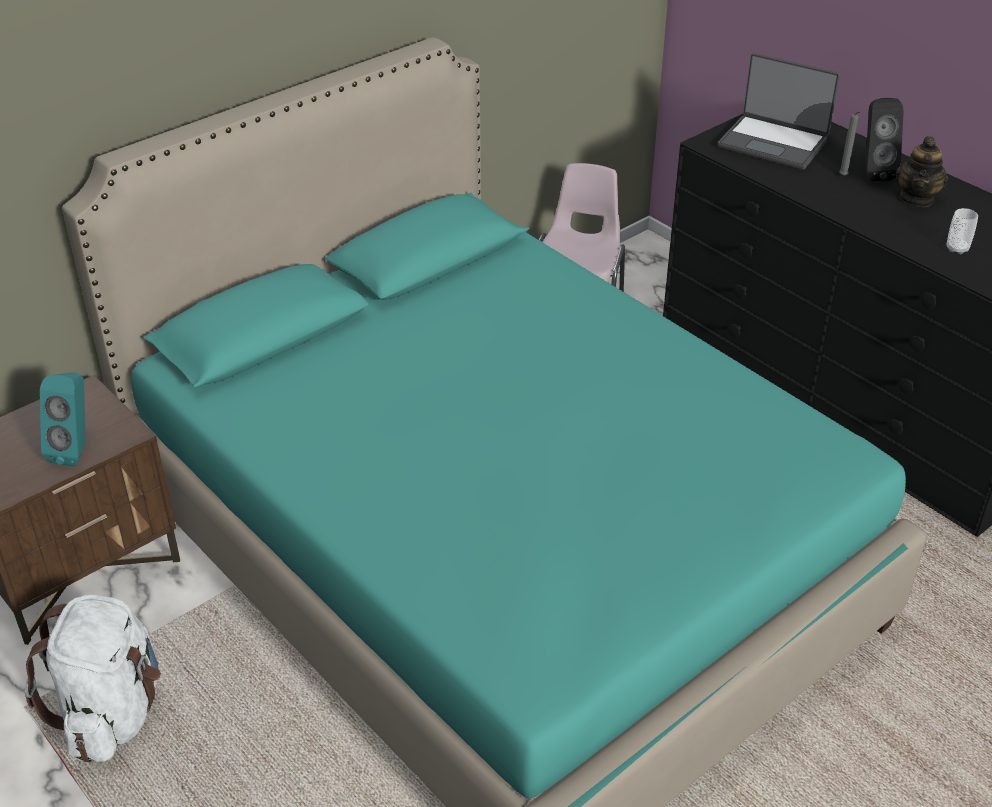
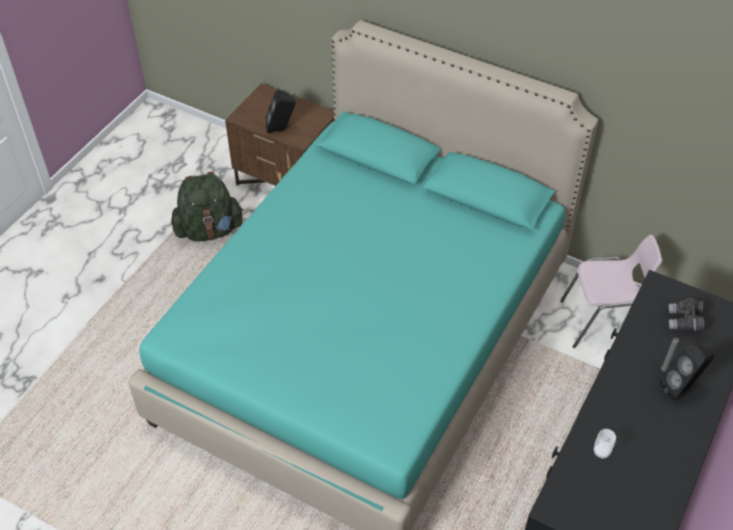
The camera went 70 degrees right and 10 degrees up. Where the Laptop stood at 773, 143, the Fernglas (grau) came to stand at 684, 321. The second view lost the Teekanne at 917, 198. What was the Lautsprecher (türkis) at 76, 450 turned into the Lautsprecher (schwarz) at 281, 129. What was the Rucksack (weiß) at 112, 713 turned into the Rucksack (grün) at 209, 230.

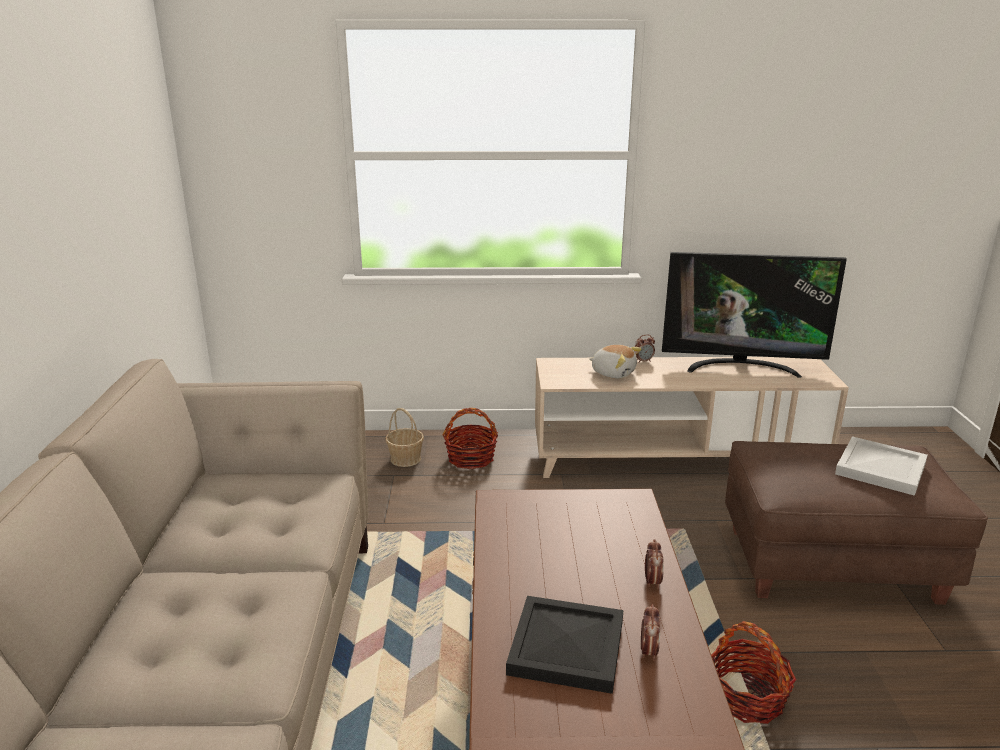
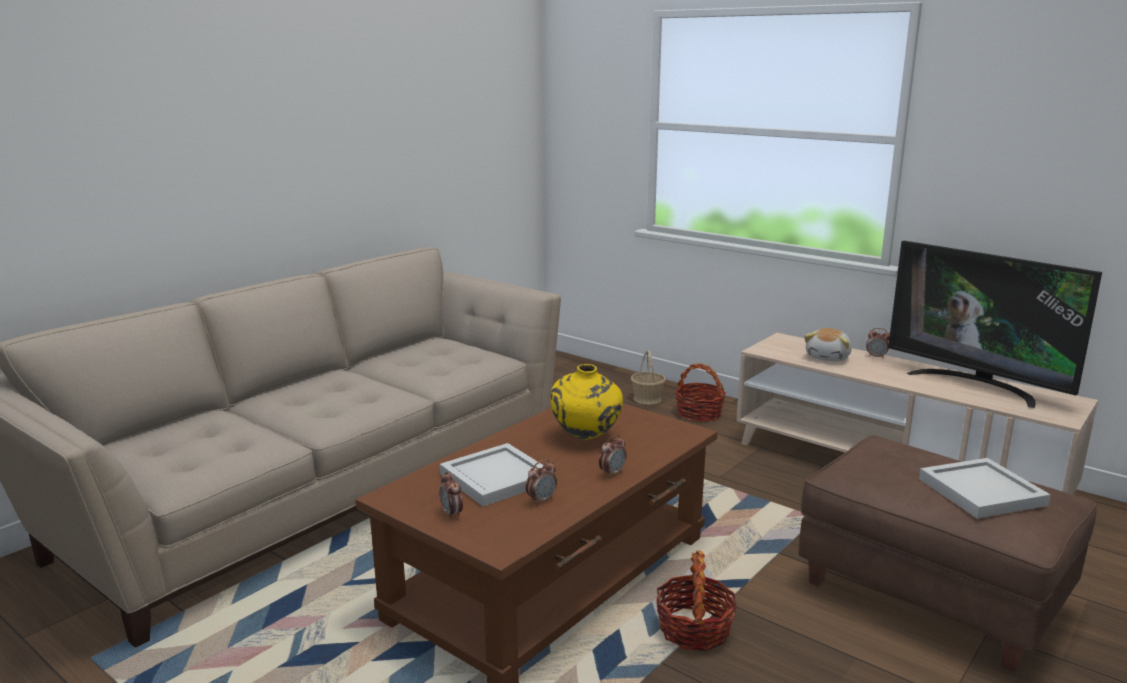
The camera went 40 degrees right and 5 degrees down. The Plüschtier at 613, 373 ended up facing another way, 45 degrees clockwise from before. What was the Tablett (schwarz) at 565, 645 turned into the Tablett (weiß) at 496, 477. The second view gained the Vase (gelb) at 586, 438. The second view gained the Wecker at 452, 514.

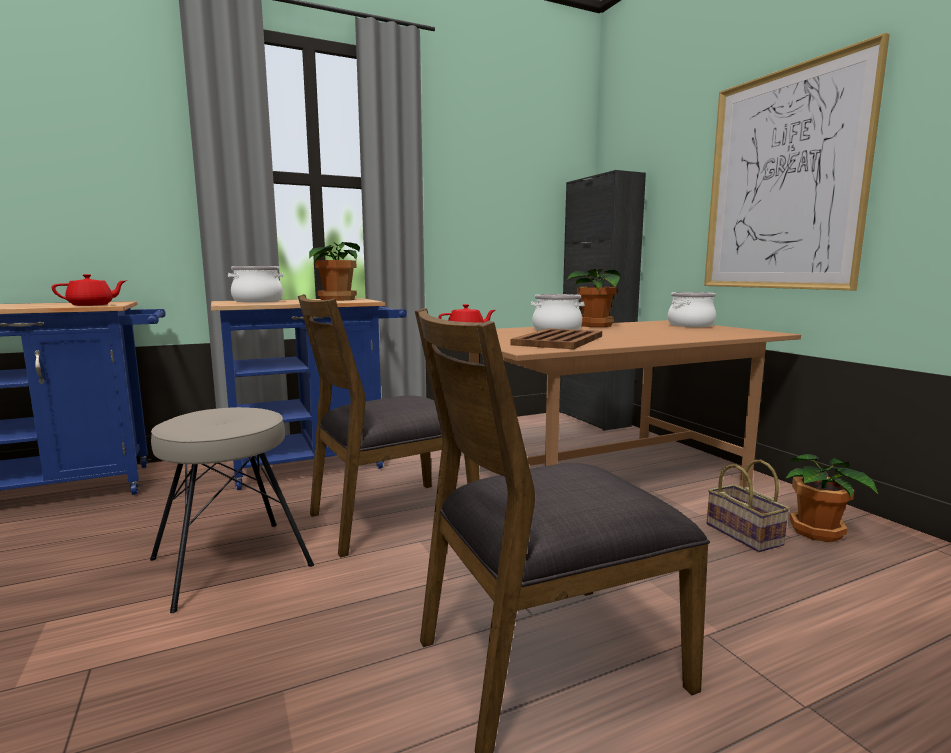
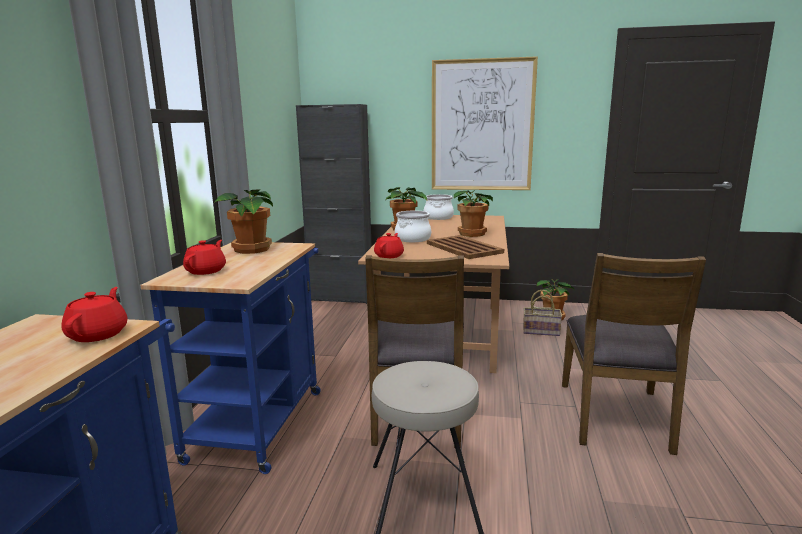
The camera went 55 degrees left and 5 degrees up. Where the Kochtopf stood at 258, 301, the Teekanne (rot) came to stand at 206, 271. The second view gained the Topfpflanze at 473, 234.

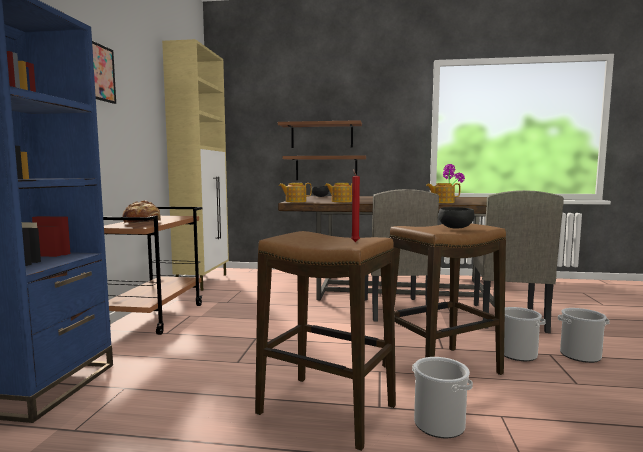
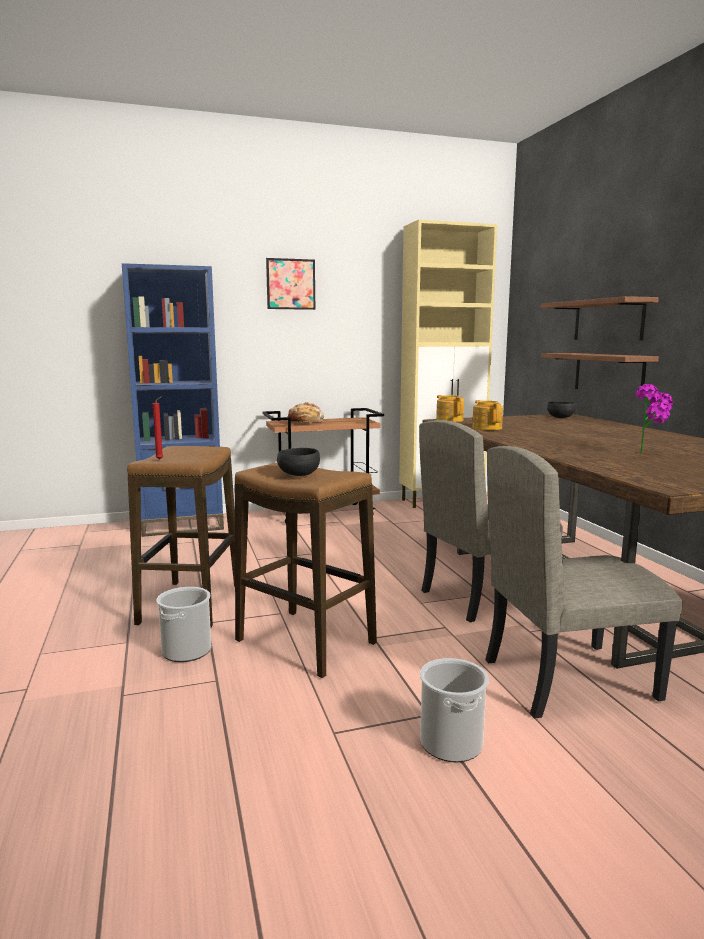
The camera went 65 degrees right and 5 degrees up. The second view lost the Teekanne at 442, 202. The second view lost the Eimer at 517, 354.

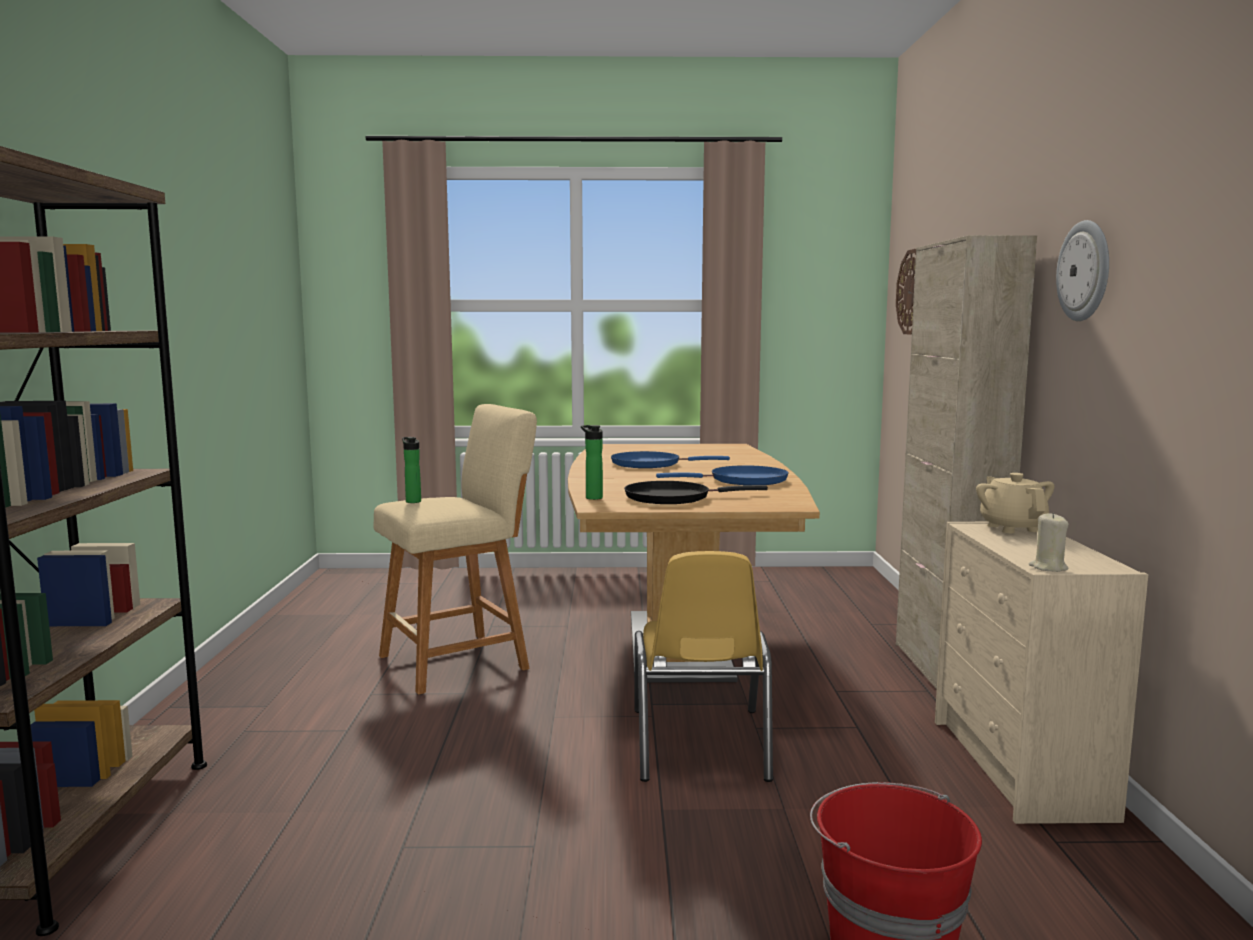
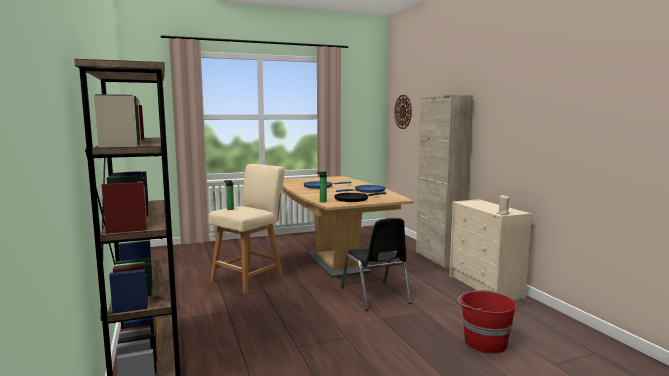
The camera went 20 degrees left and 0 degrees up. The second view lost the Wanduhr at 1085, 271. The second view lost the Teekanne (beige) at 1012, 528. What was the Stuhl (gelb) at 699, 744 turned into the Stuhl (schwarz) at 375, 295.

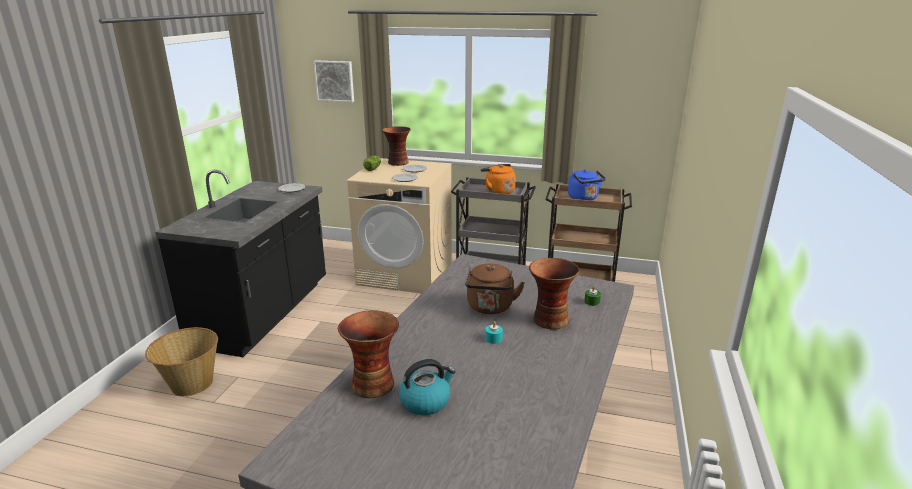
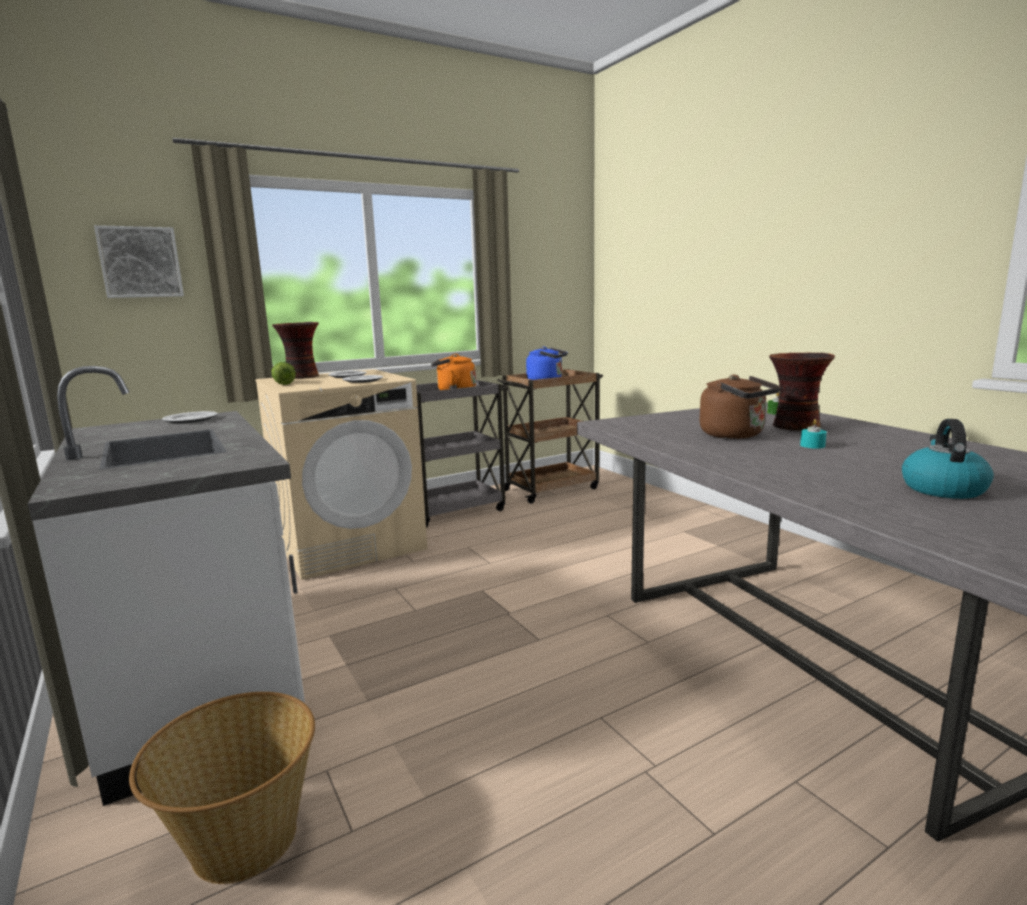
The camera went 45 degrees left and 10 degrees down. What was the Küchenzeile (schwarz) at 264, 314 turned into the Küchenzeile (weiß) at 202, 674. The second view lost the Vase at 372, 383.

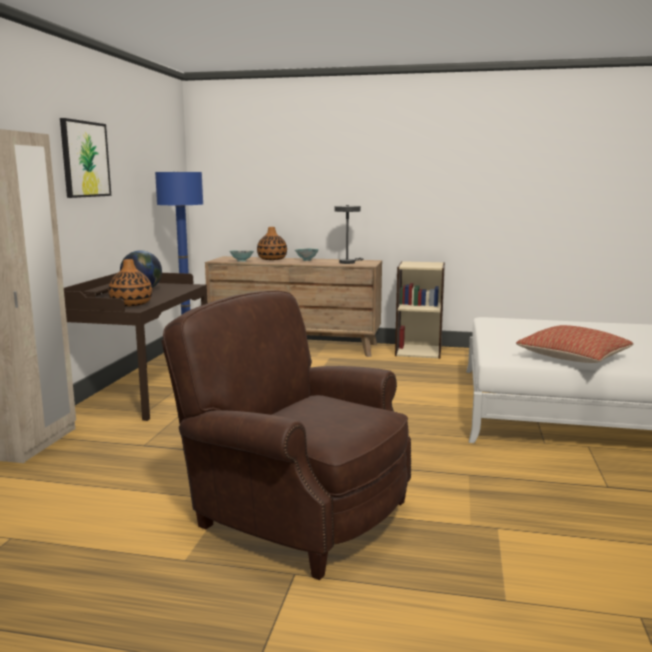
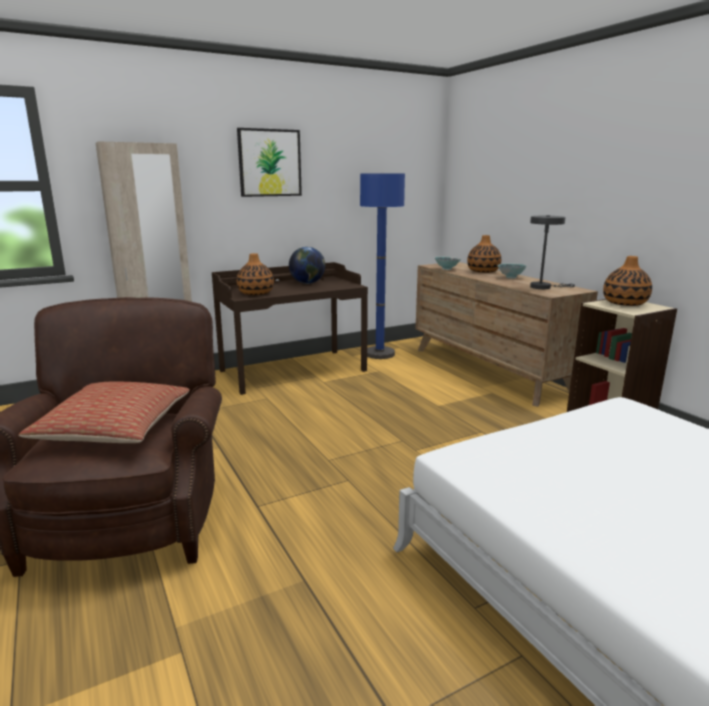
The camera went 50 degrees right and 5 degrees up. The Kissen ended up elsewhere, having gone from 573, 358 to 114, 429. The second view gained the Vase at 624, 303.

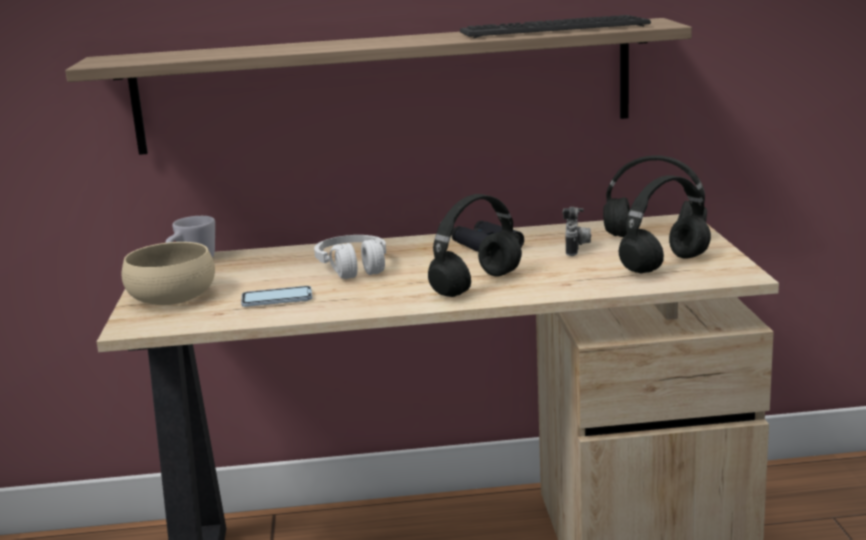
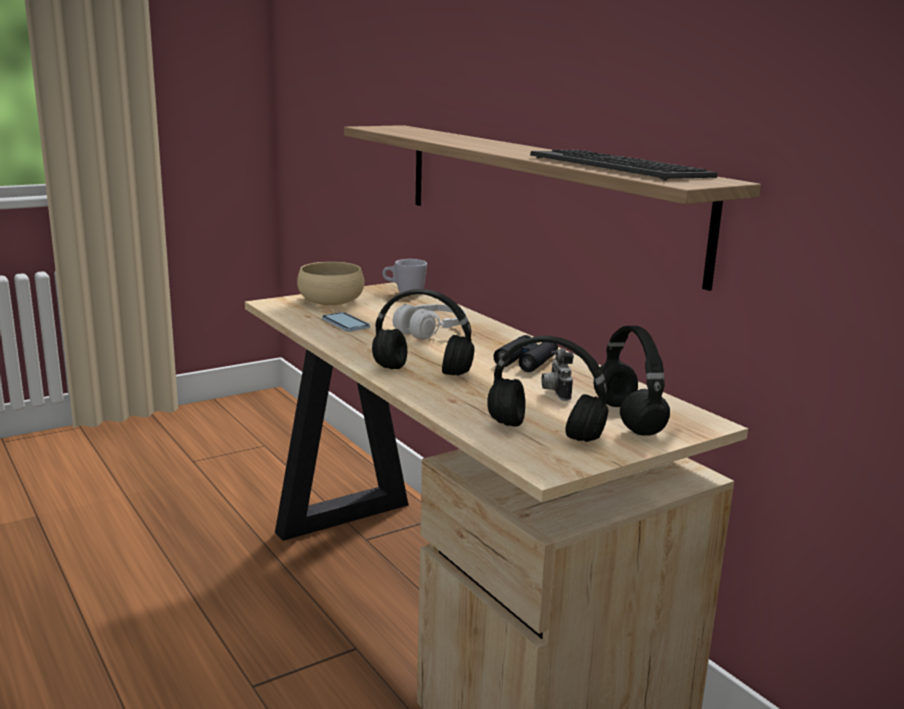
The camera went 60 degrees right and 0 degrees up. The Kamera at 577, 249 ended up facing another way, 105 degrees clockwise from before.

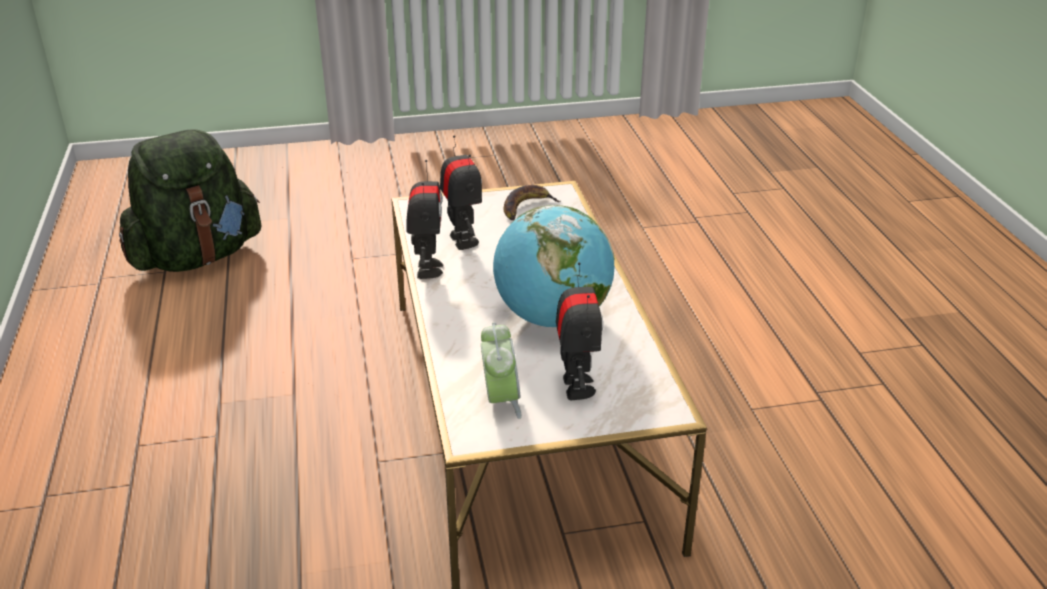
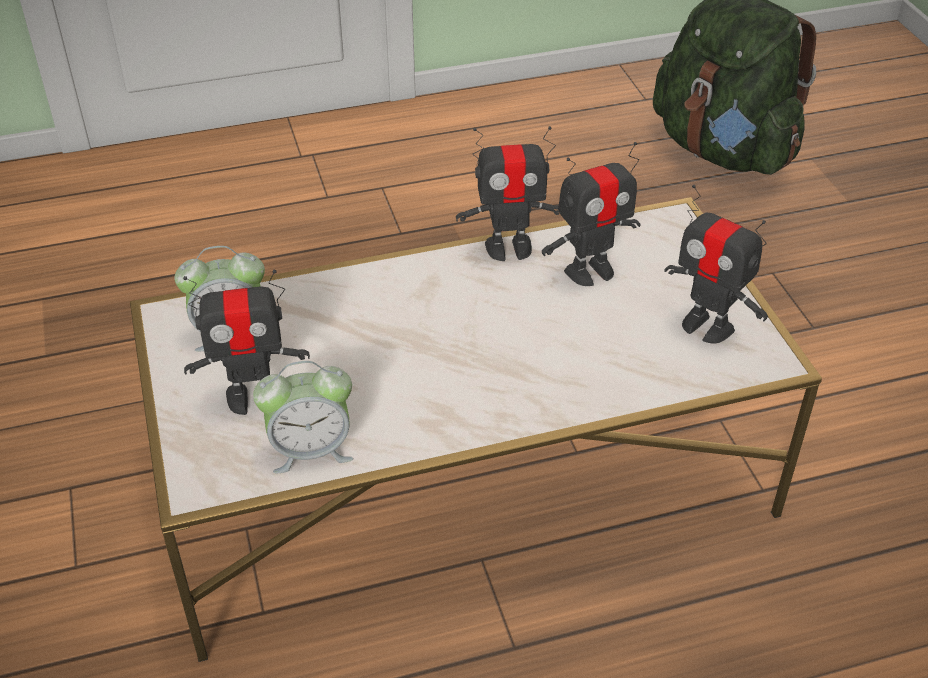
The camera went 85 degrees right and 10 degrees up. Where the Banane stood at 526, 207, the Spielzeugroboter came to stand at 707, 326. The second view lost the Globus at 552, 318. The second view gained the Wecker at 311, 450.

